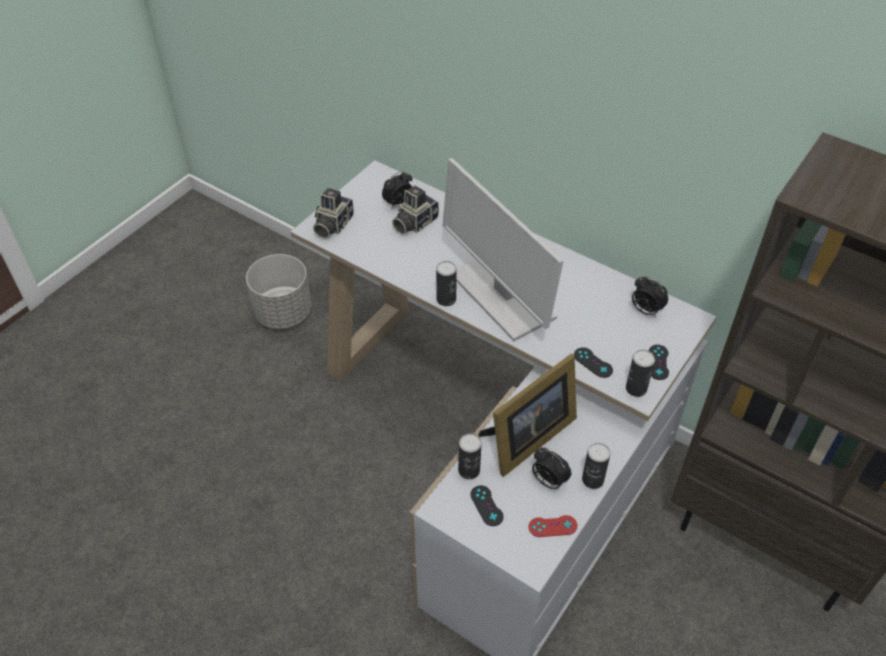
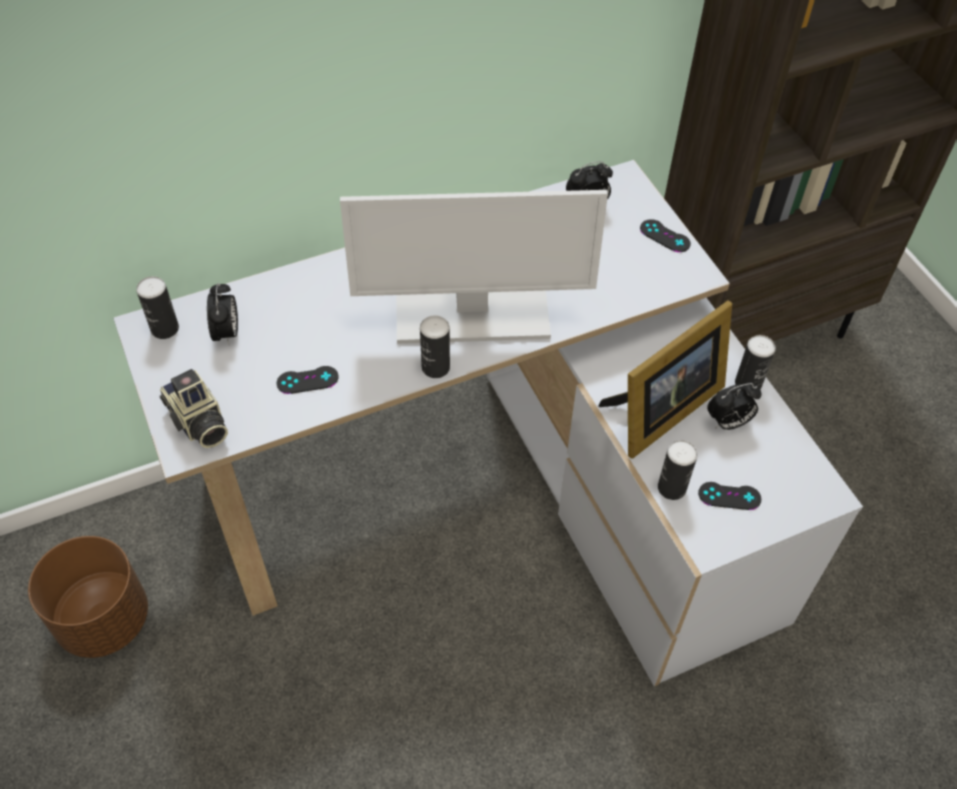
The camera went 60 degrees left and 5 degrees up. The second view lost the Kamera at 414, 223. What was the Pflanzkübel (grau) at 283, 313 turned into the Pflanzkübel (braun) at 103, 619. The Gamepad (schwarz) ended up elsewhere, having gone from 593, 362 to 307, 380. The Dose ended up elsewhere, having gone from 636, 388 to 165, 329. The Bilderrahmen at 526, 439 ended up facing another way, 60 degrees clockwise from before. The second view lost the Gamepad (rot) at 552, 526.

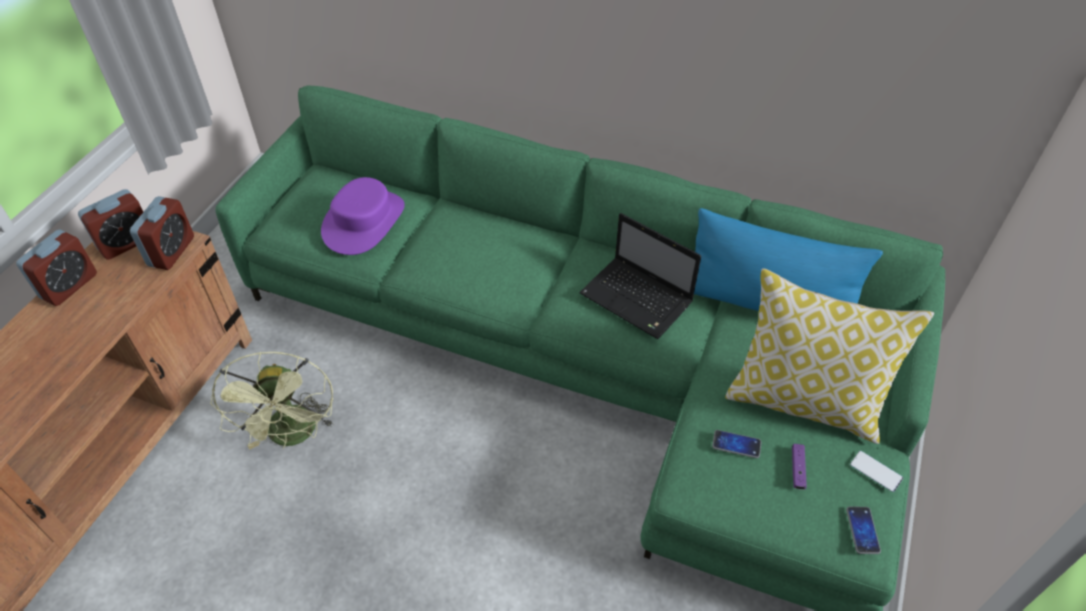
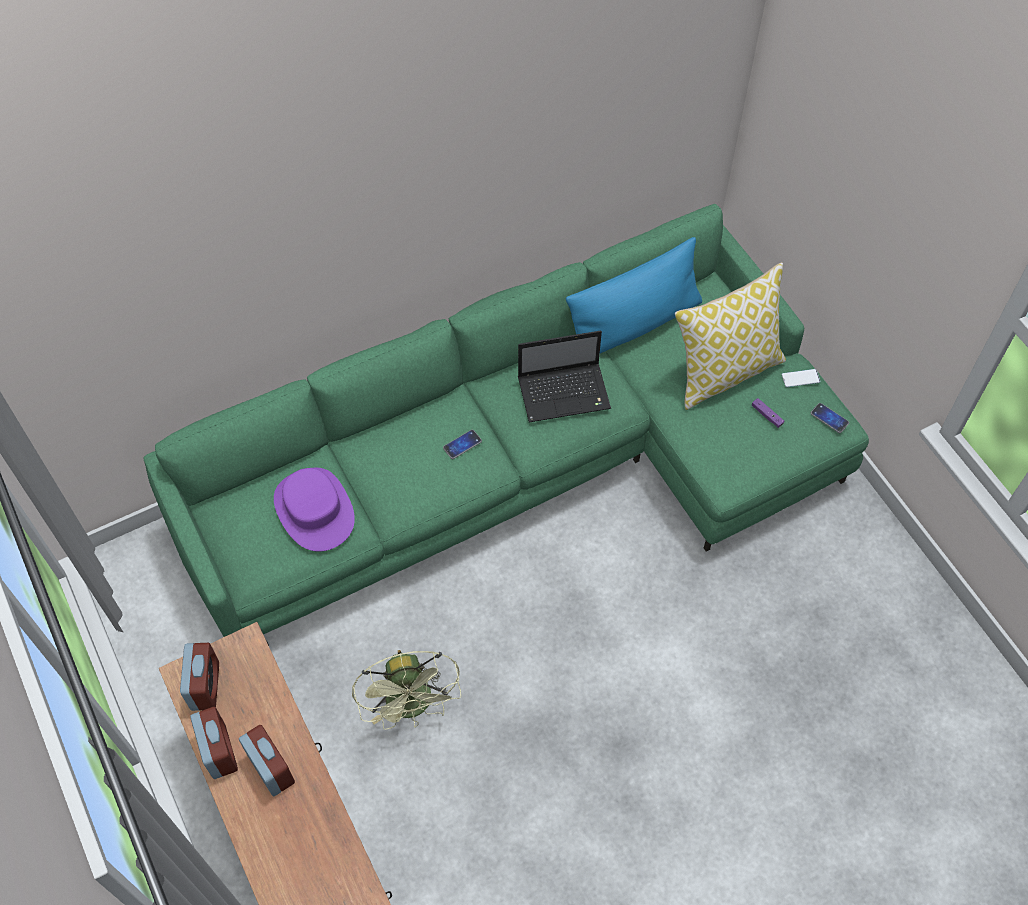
The camera went 50 degrees left and 10 degrees up. The Wecker ended up elsewhere, having gone from 171, 251 to 271, 769. The Ventilator (grün) at 294, 436 ended up facing another way, 45 degrees clockwise from before. The Handy ended up elsewhere, having gone from 736, 444 to 462, 444.

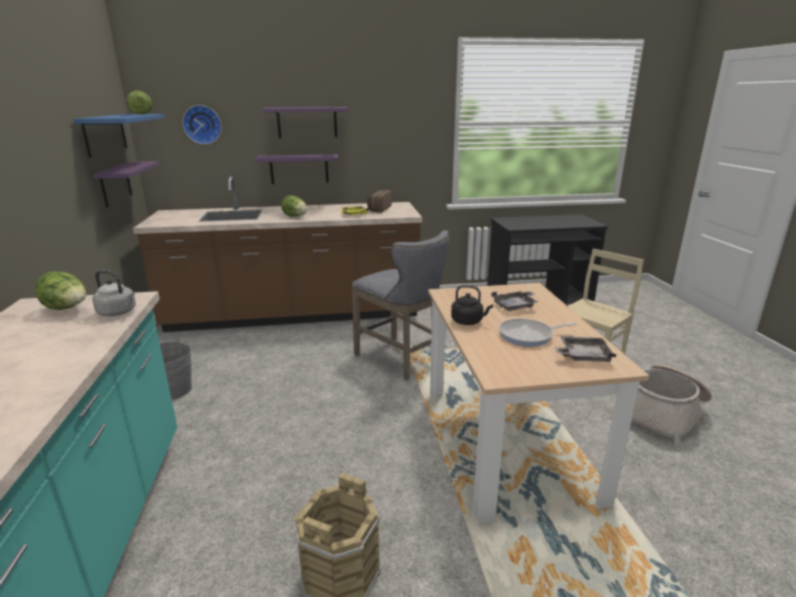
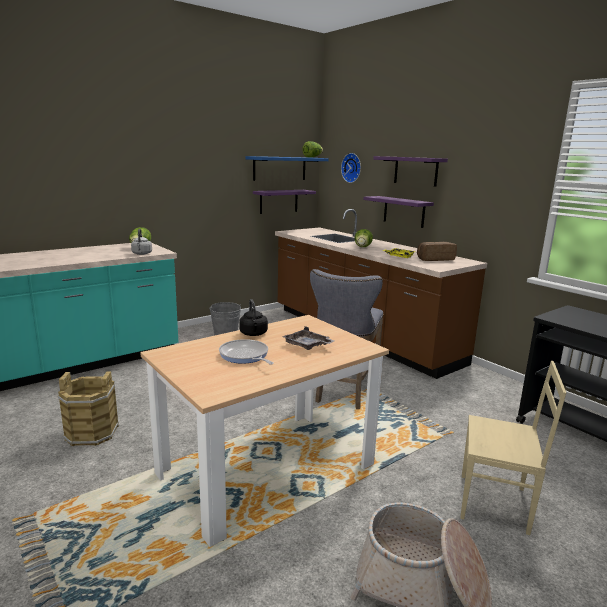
The camera went 60 degrees right and 5 degrees down. The second view lost the Tablett (grau) at 582, 356.

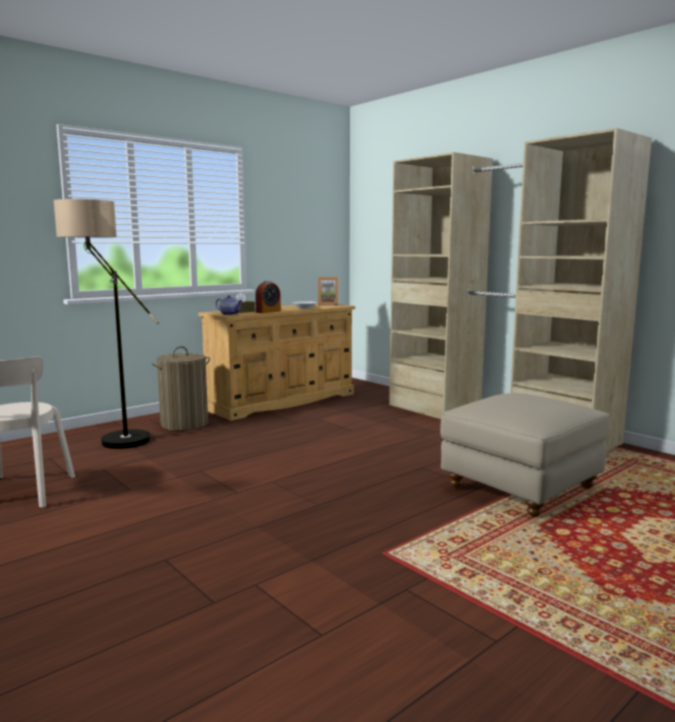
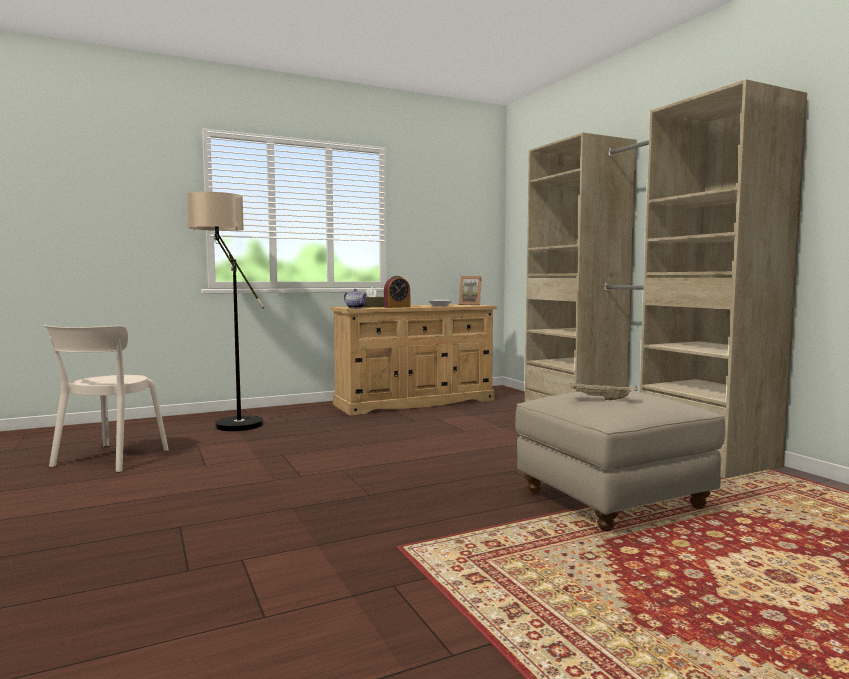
The camera went 15 degrees right and 5 degrees down. The second view lost the Wäschekorb at 184, 423. The second view gained the Tablett (beige) at 601, 399.

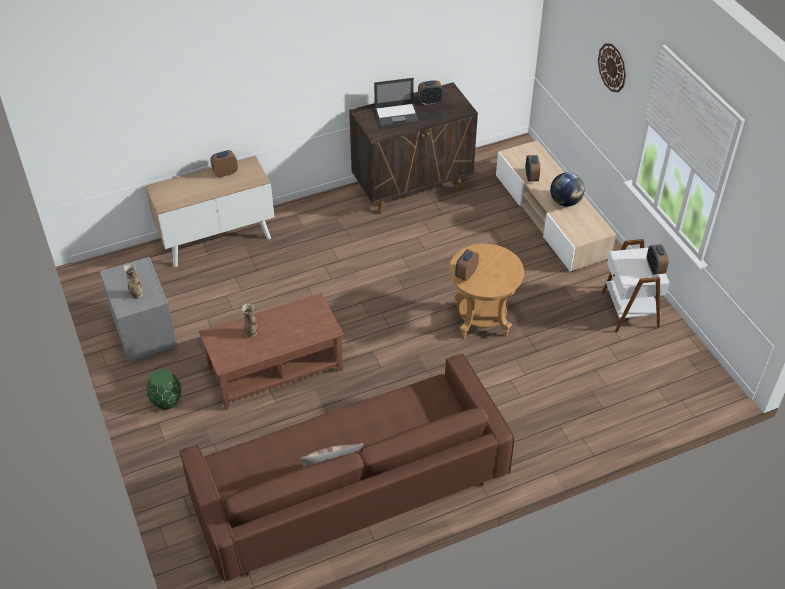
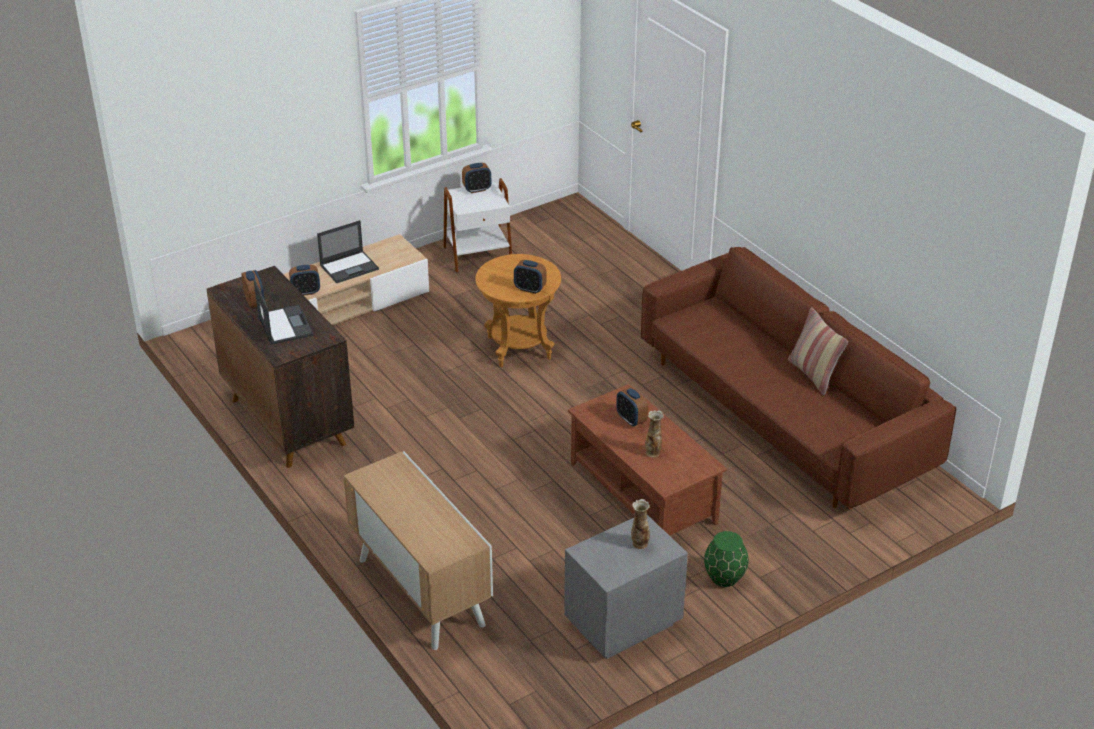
The camera went 100 degrees left and 10 degrees down. The second view lost the Wanduhr at 612, 67. The Wecker ended up elsewhere, having gone from 225, 173 to 631, 420. Where the Globus stood at 565, 202, the Laptop came to stand at 350, 267.

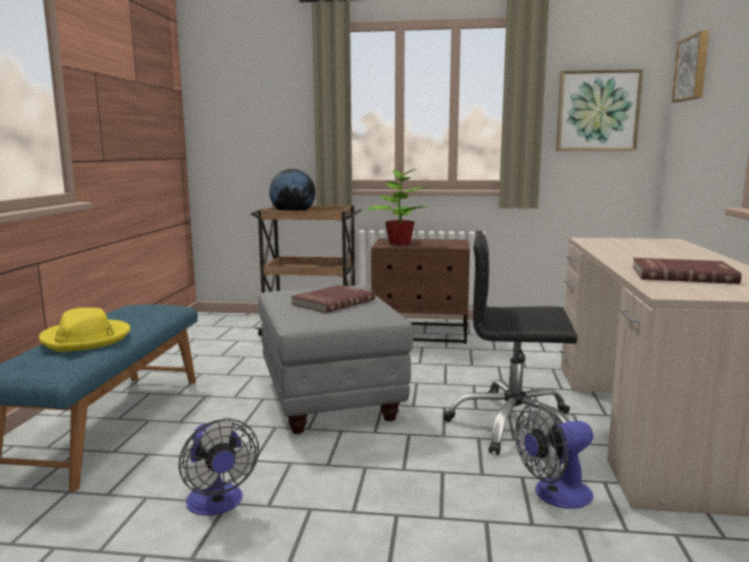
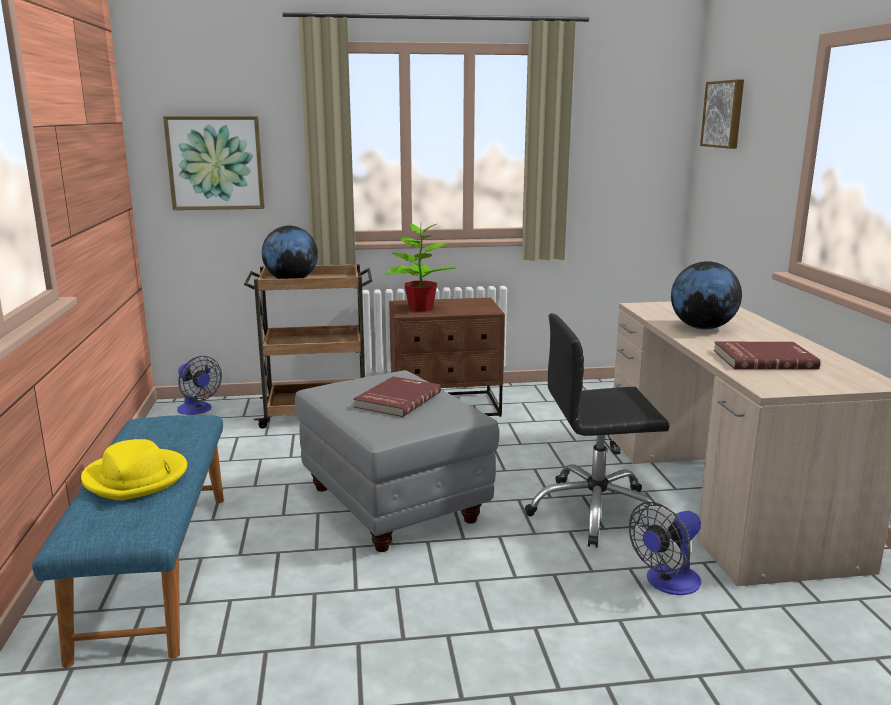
The camera went 15 degrees left and 5 degrees up. The Bild ended up elsewhere, having gone from 597, 111 to 215, 163. The Ventilator ended up elsewhere, having gone from 217, 504 to 197, 410. The second view gained the Globus at 702, 328.

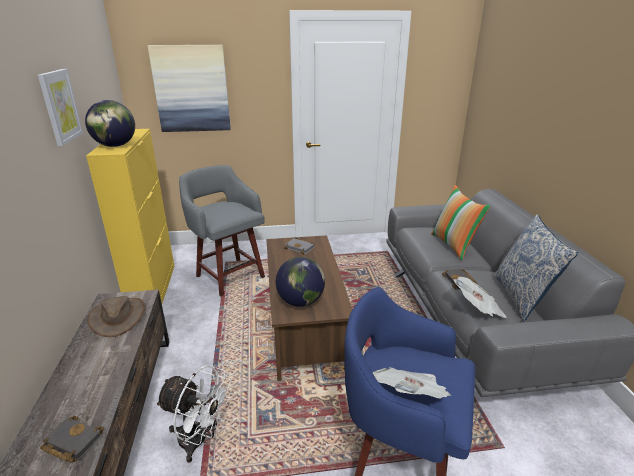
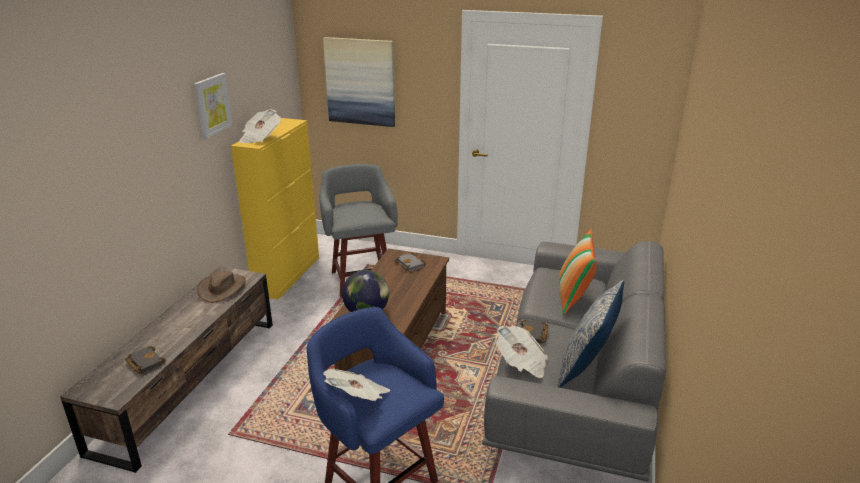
The camera went 25 degrees right and 0 degrees up. Where the Globus stood at 115, 146, the Zeitung came to stand at 260, 138. The second view lost the Ventilator (weiß) at 199, 441.

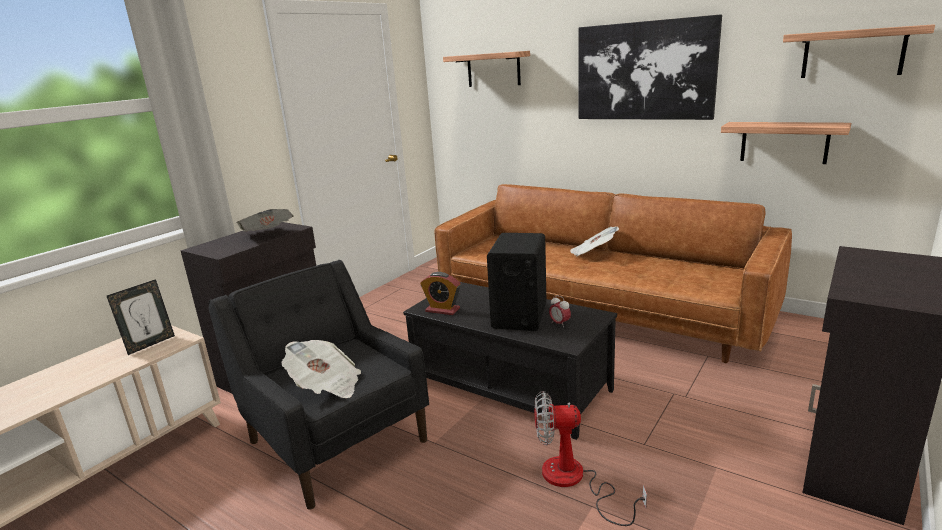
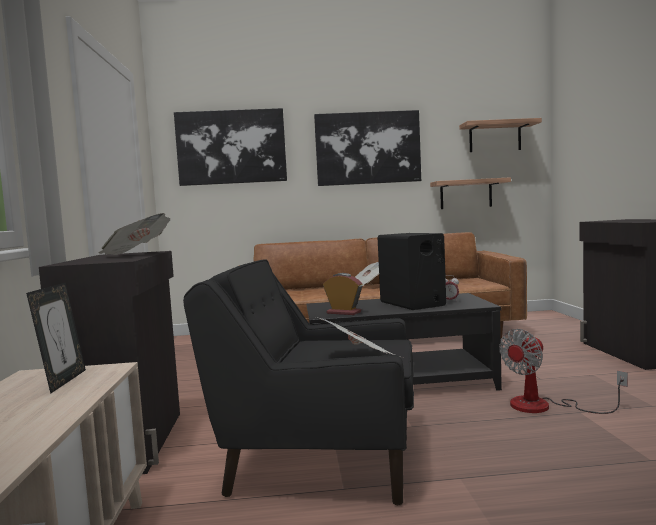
The camera went 40 degrees left and 15 degrees down. Where the Wandregal hung at 493, 69, the Bild came to hang at 231, 147. The Wecker at 442, 310 ended up facing another way, 135 degrees counterclockwise from before.

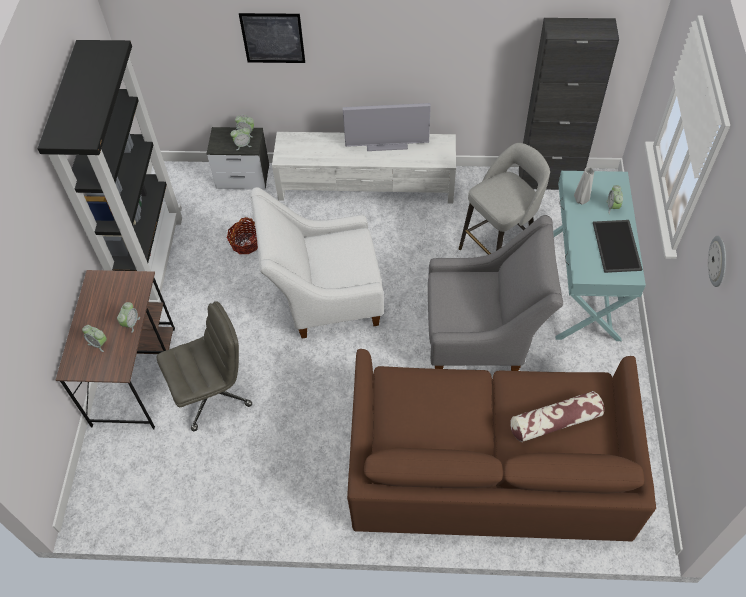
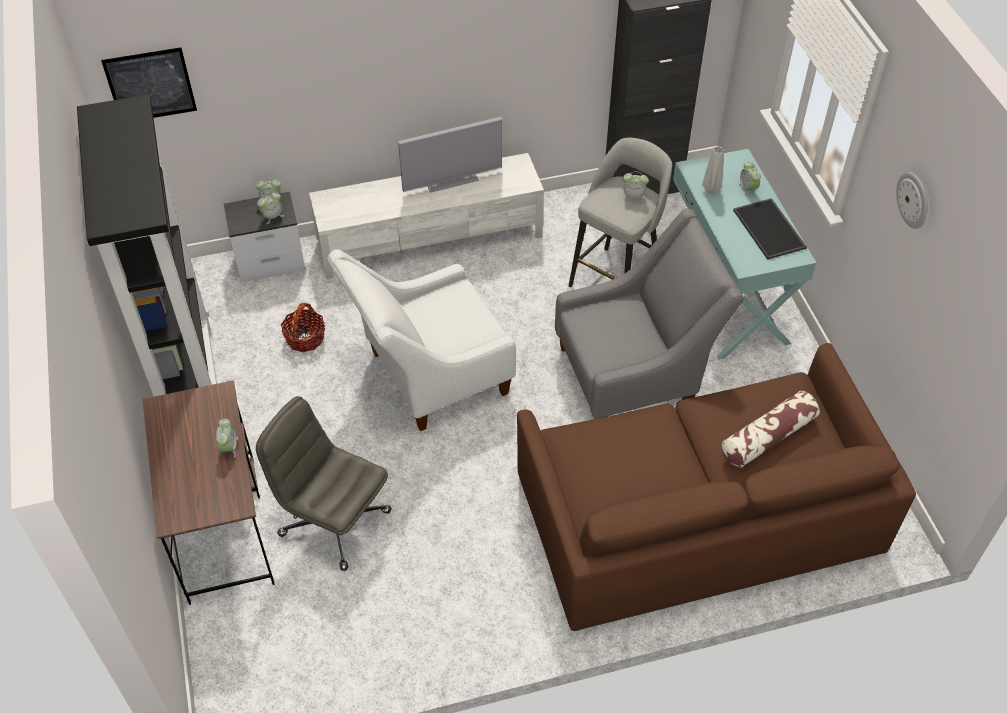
The camera went 20 degrees left and 5 degrees down. The Bild ended up elsewhere, having gone from 273, 38 to 150, 85. The Bürostuhl (grau) at 213, 393 ended up facing another way, 105 degrees counterclockwise from before. The Wecker ended up elsewhere, having gone from 98, 344 to 633, 196.

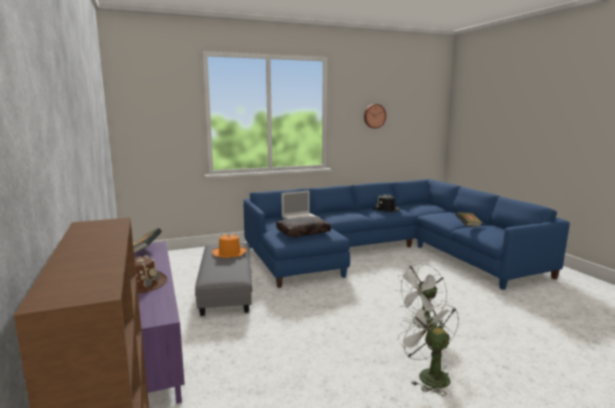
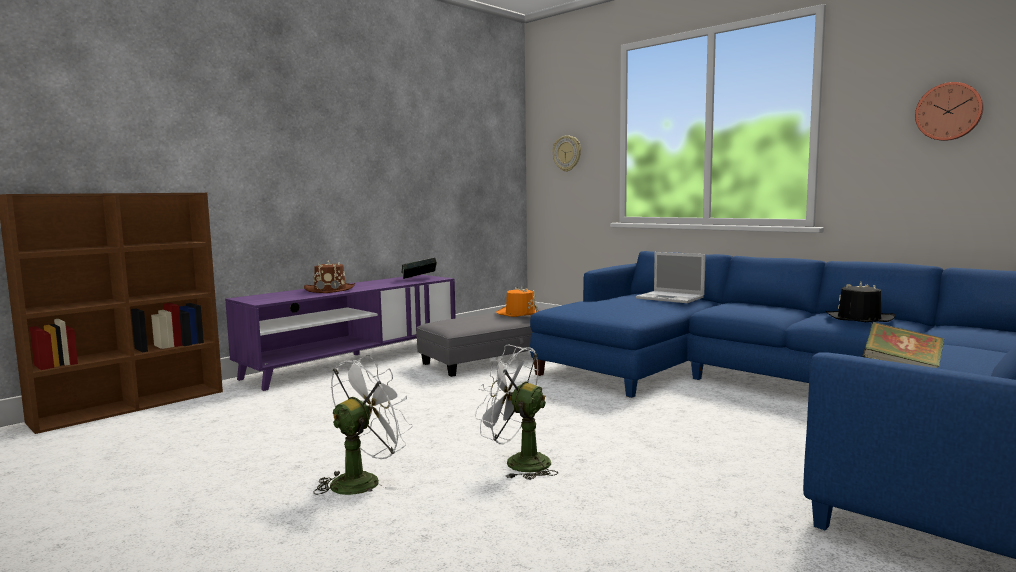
The camera went 65 degrees right and 5 degrees down. The second view lost the Kissen (braun) at 303, 232. The second view gained the Wanduhr at 567, 153.

